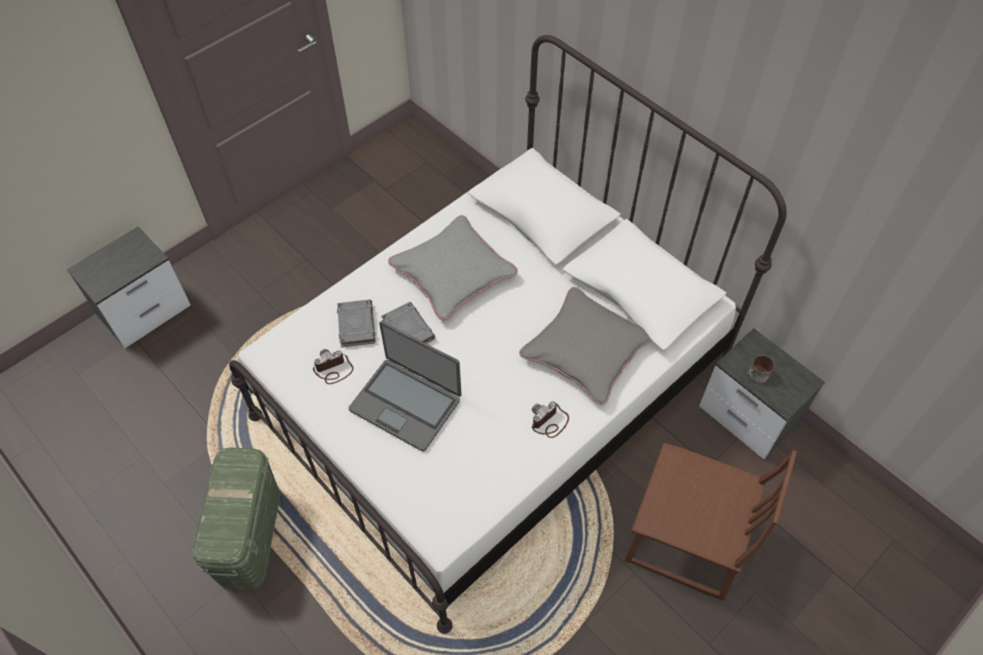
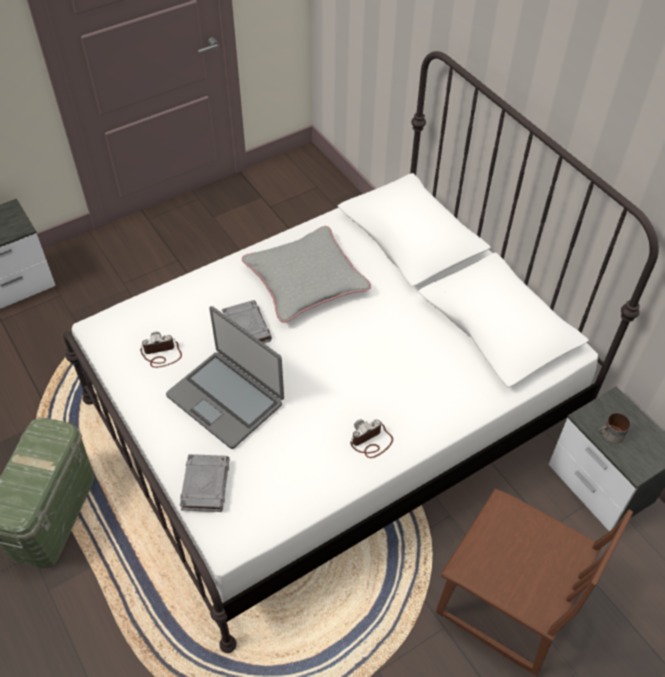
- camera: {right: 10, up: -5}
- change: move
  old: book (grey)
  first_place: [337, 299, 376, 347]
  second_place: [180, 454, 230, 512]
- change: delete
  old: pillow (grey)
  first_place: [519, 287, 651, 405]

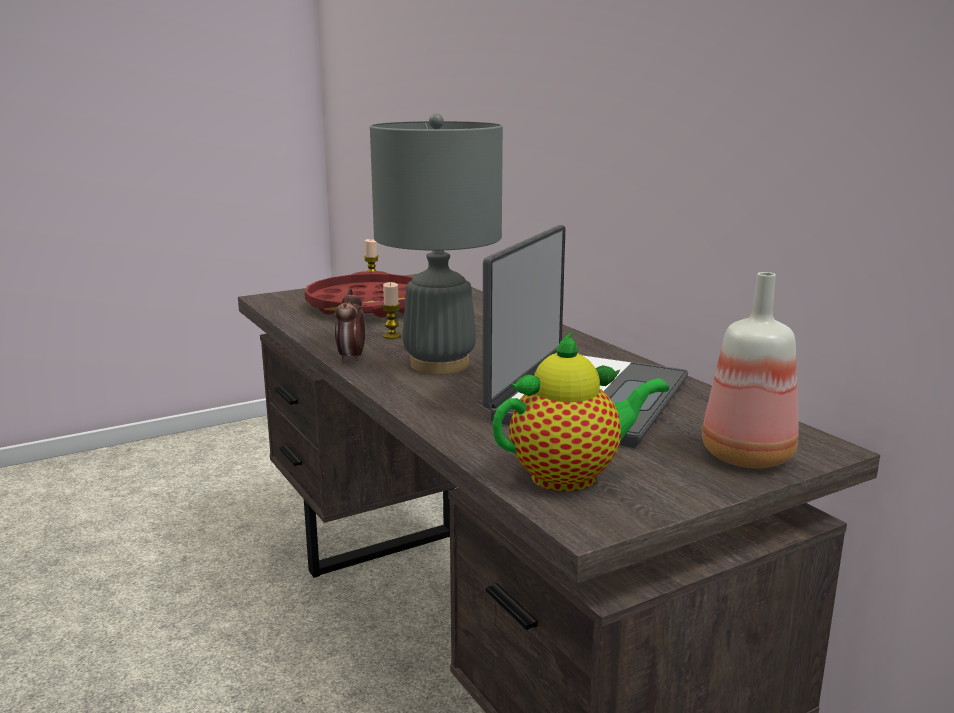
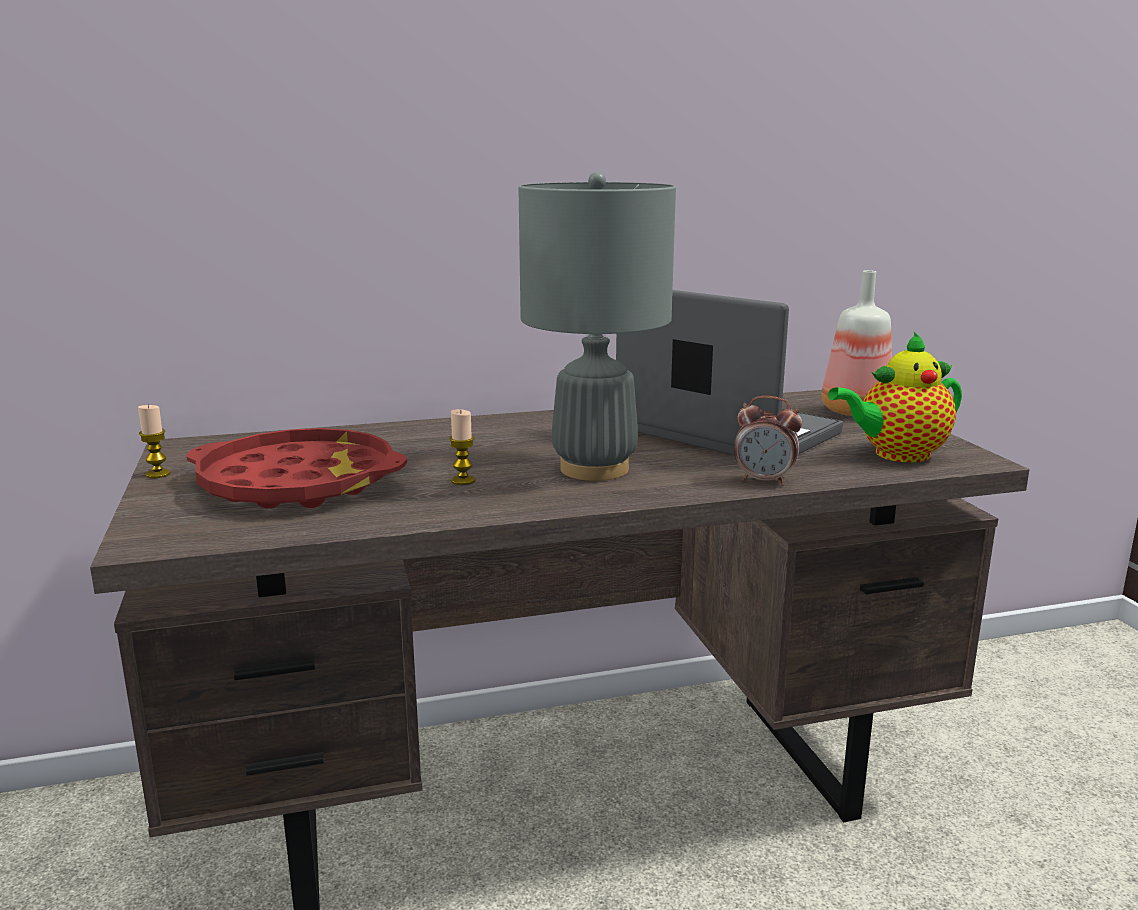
- camera: {right: -75, up: 0}
- change: move
  old: alarm clock
  first_place: [335, 288, 365, 363]
  second_place: [734, 396, 802, 486]
- change: rotate
  old: teapot
  first_place: [492, 331, 669, 491]
  second_place: [828, 332, 962, 463]
  degrees: -105

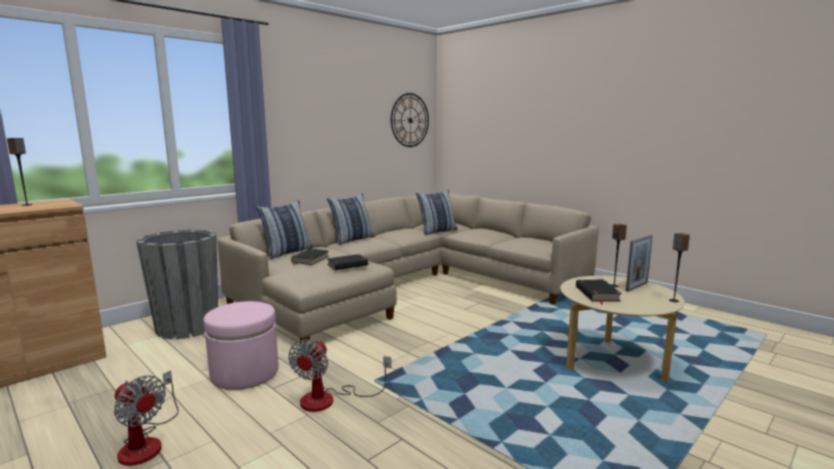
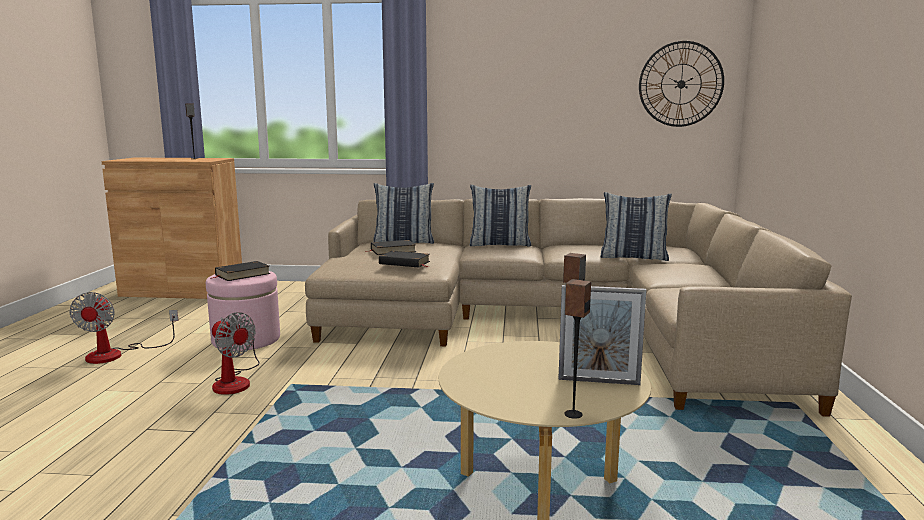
- camera: {right: 50, up: 0}
- change: move
  old: book (black)
  first_place: [576, 280, 622, 304]
  second_place: [210, 261, 271, 281]
- change: rotate
  old: fan
  first_place: [288, 339, 391, 412]
  second_place: [212, 312, 260, 395]
  degrees: -120
- change: delete
  old: planter (grey)
  first_place: [136, 229, 218, 339]

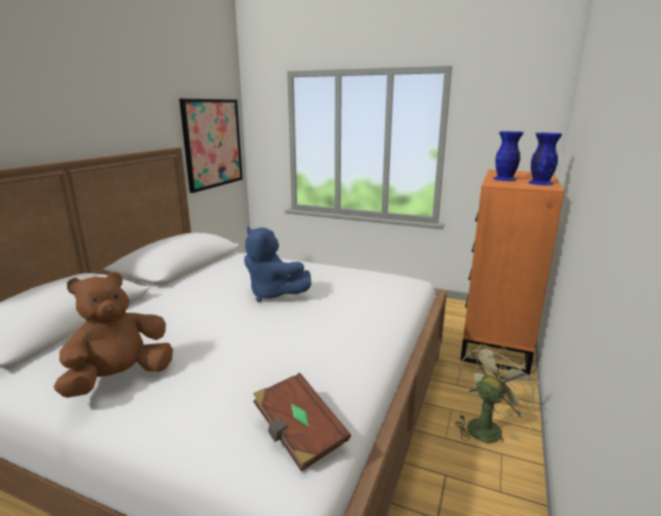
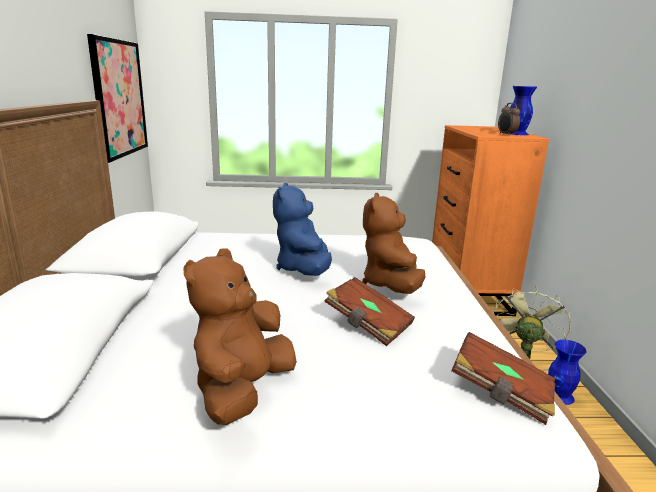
- camera: {right: -25, up: 0}
- change: rotate
  old: plush toy (blue)
  first_place: [244, 227, 311, 302]
  second_place: [273, 183, 332, 276]
  degrees: 75
- change: insert
  new: book (brown)
  second_place: [324, 277, 415, 346]
- change: insert
  new: plush toy (brown)
  second_place: [362, 193, 425, 294]
- change: insert
  new: alarm clock
  second_place: [498, 103, 520, 136]
- change: move
  old: vase (blue)
  first_place: [493, 131, 524, 181]
  second_place: [548, 340, 587, 405]

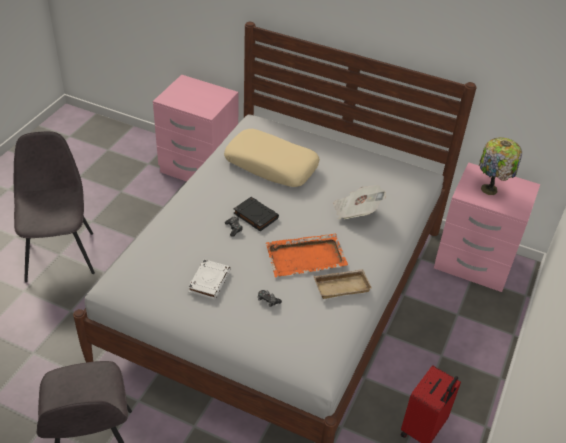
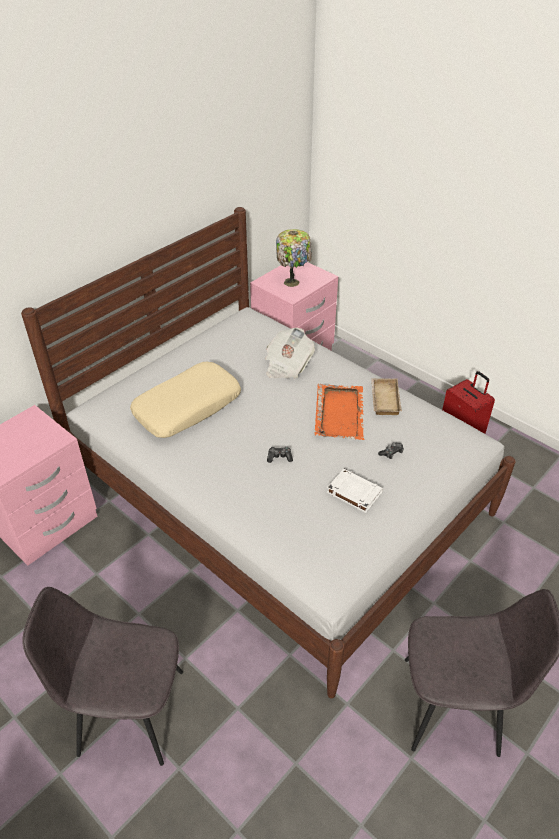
- camera: {right: -70, up: 0}
- change: delete
  old: book (black)
  first_place: [233, 197, 279, 231]

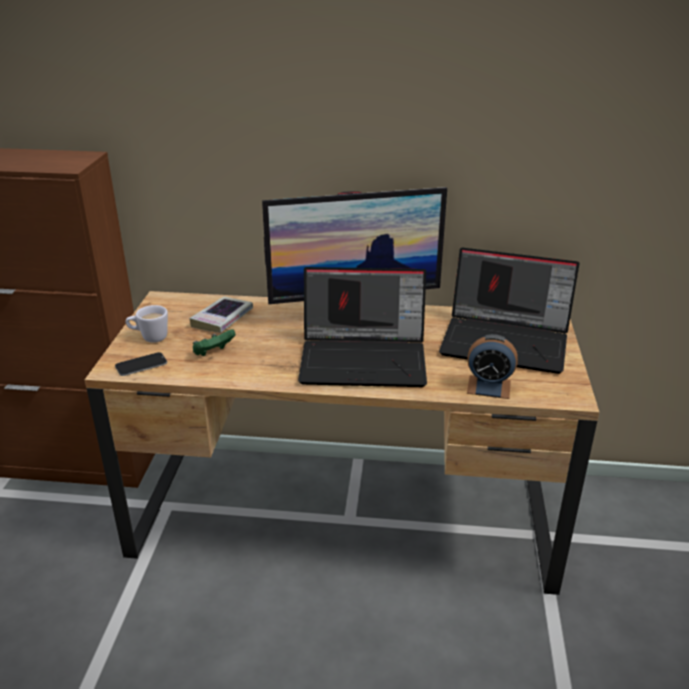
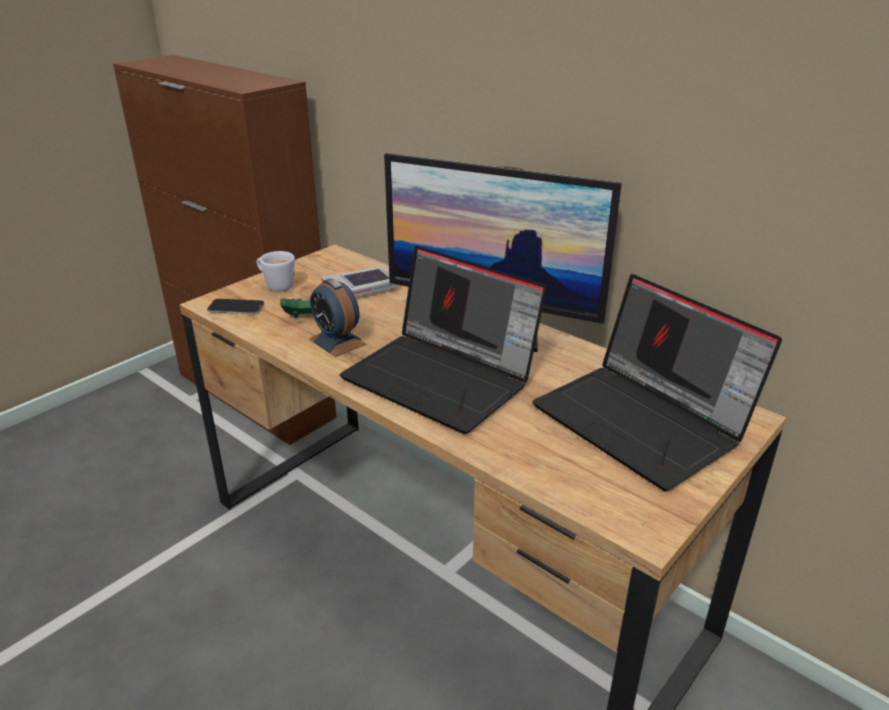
- camera: {right: 35, up: 0}
- change: move
  old: alarm clock
  first_place: [467, 334, 518, 399]
  second_place: [309, 279, 366, 357]

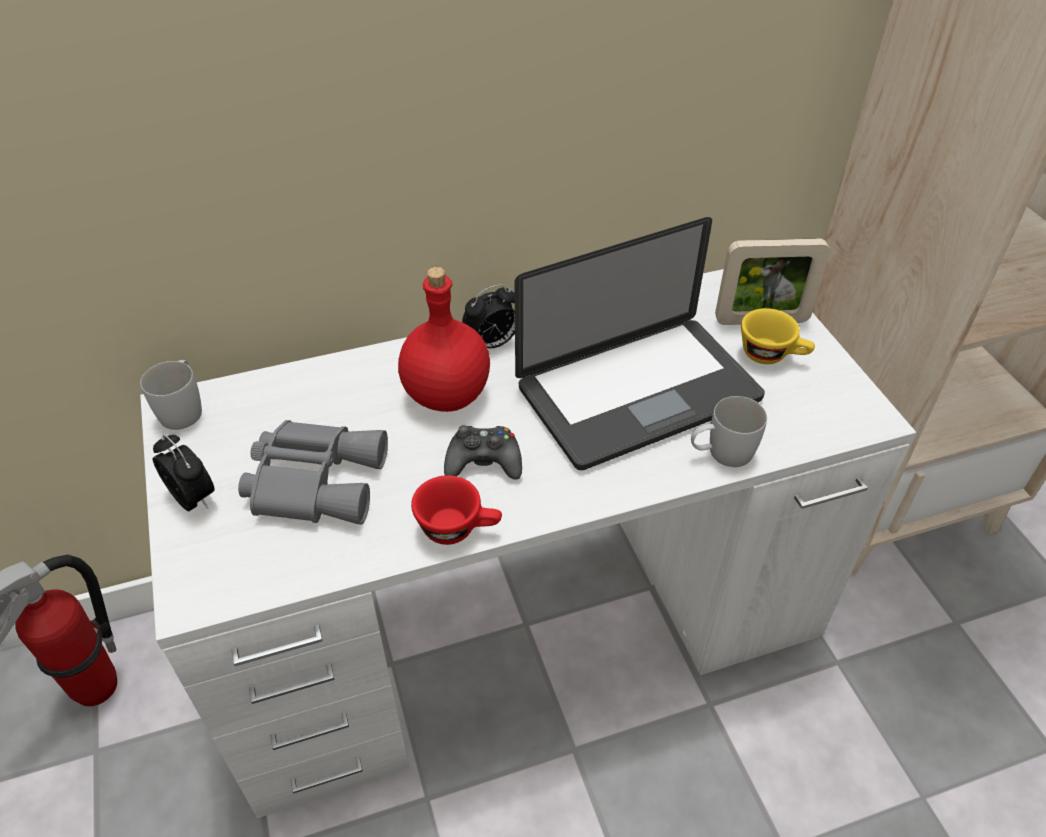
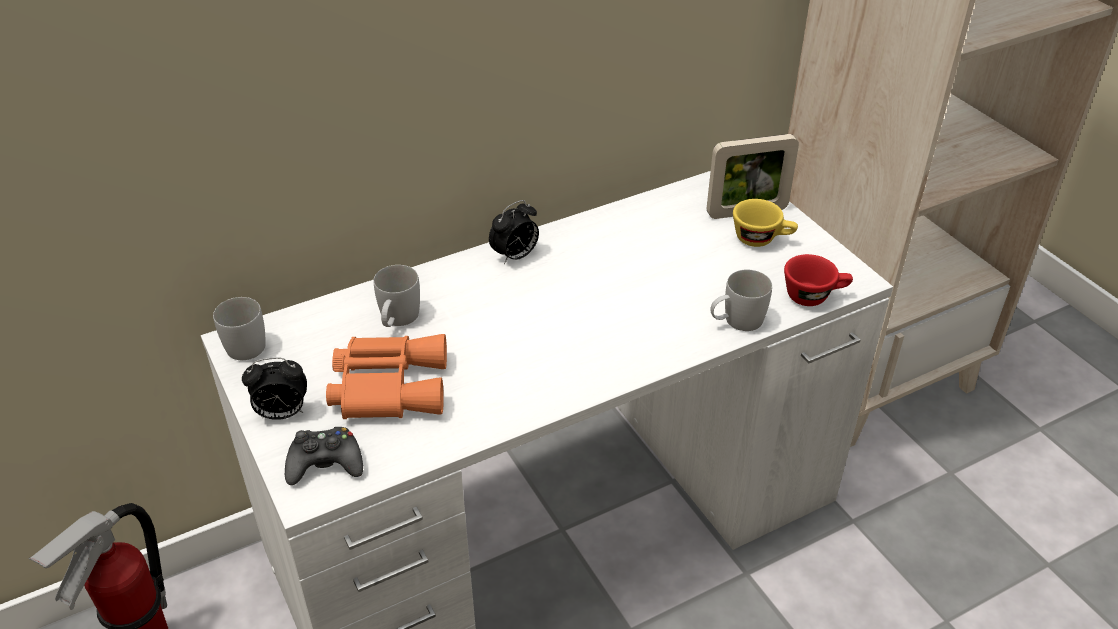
- camera: {right: -10, up: -5}
- change: rotate
  old: alarm clock
  first_place: [153, 434, 215, 511]
  second_place: [242, 357, 307, 420]
  degrees: 135
- change: move
  old: game controller (black)
  first_place: [444, 425, 522, 480]
  second_place: [285, 427, 363, 485]
- change: recolor
  old: binoculars (grey)
  new: binoculars (orange)
  first_place: [238, 420, 388, 524]
  second_place: [326, 334, 447, 419]
- change: insert
  new: mug (white)
  second_place: [374, 265, 420, 327]
- change: move
  old: cup (red)
  first_place: [411, 475, 502, 545]
  second_place: [784, 254, 853, 306]
- change: delete
  old: bottle (red)
  first_place: [398, 267, 490, 412]
- change: delete
  old: laptop
  first_place: [515, 217, 765, 470]

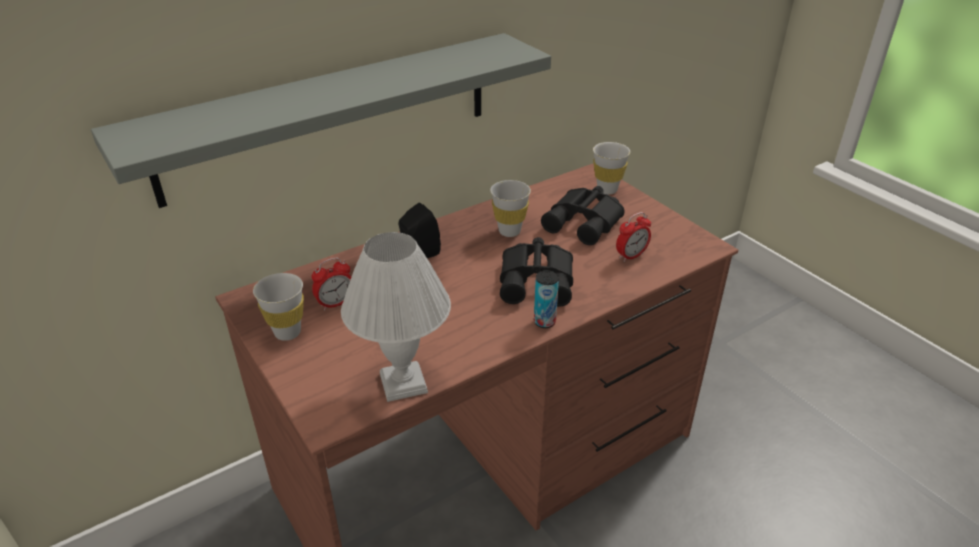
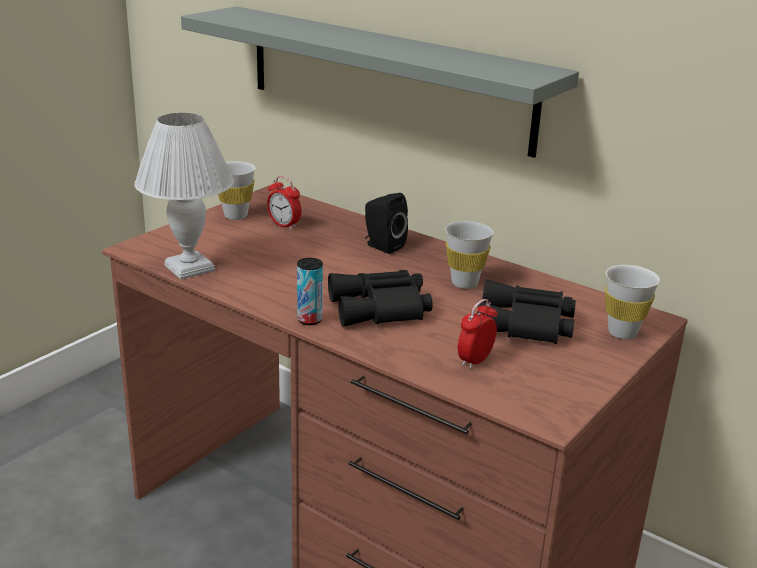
- camera: {right: 70, up: -10}
- change: rotate
  old: alarm clock
  first_place: [616, 212, 651, 262]
  second_place: [458, 299, 497, 369]
  degrees: 90

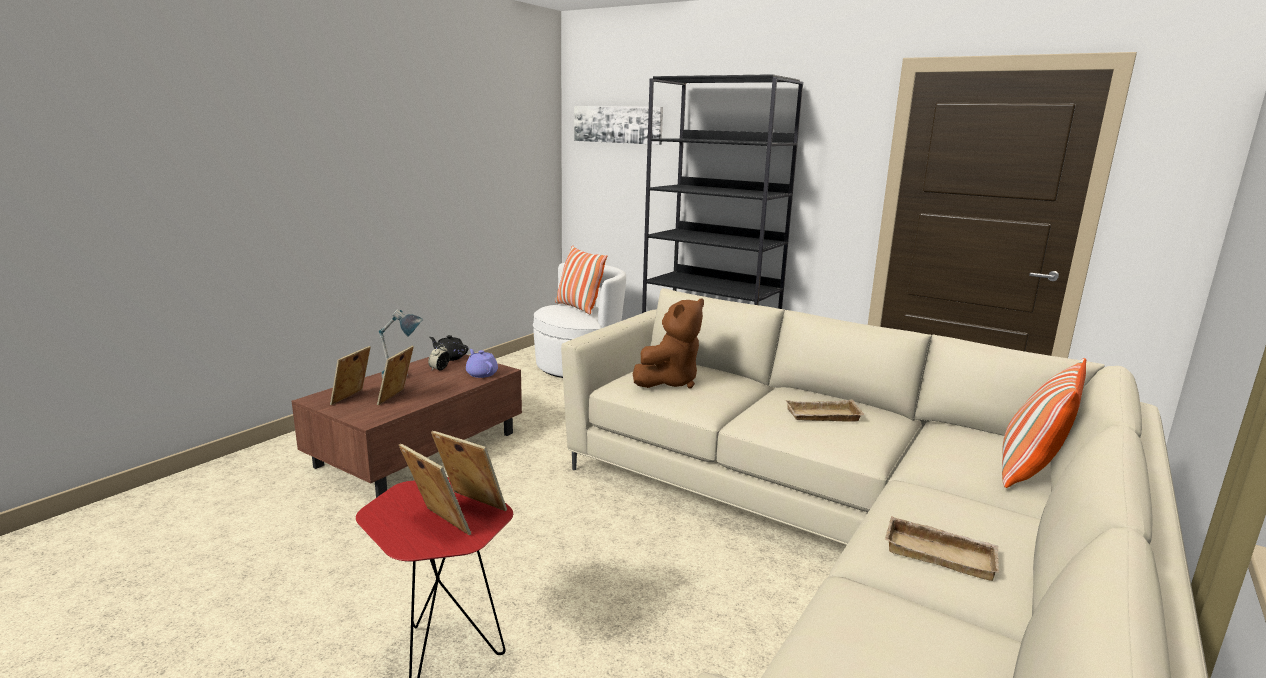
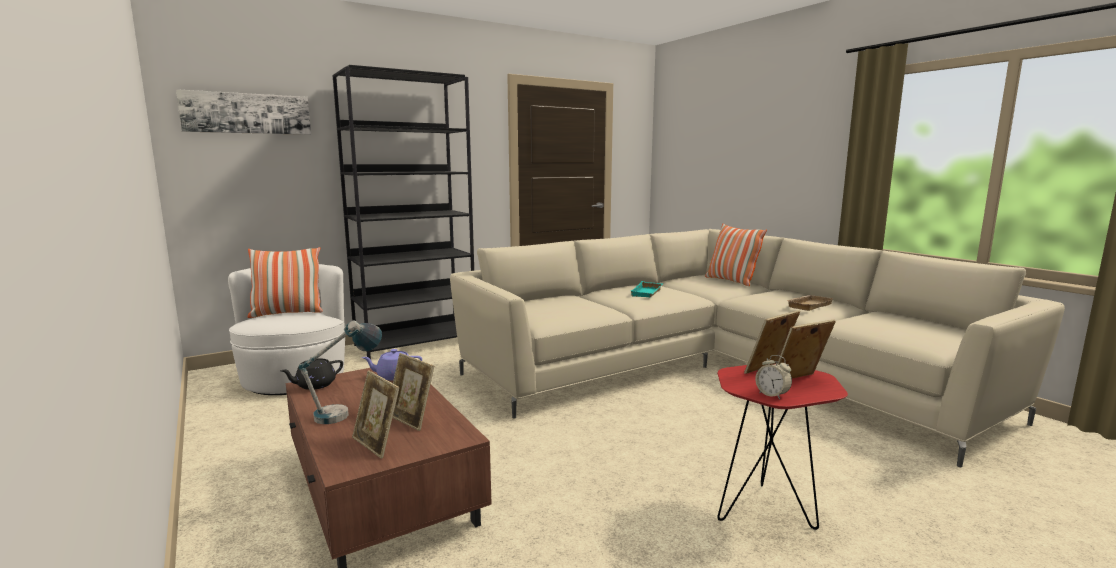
- camera: {right: -65, up: -5}
- change: recolor
  old: tray (beige)
  new: tray (turquoise)
  first_place: [786, 399, 865, 422]
  second_place: [631, 281, 663, 297]
- change: move
  old: alarm clock
  first_place: [428, 344, 450, 371]
  second_place: [755, 355, 792, 400]
- change: delete
  old: plush toy (brown)
  first_place: [633, 298, 704, 388]

